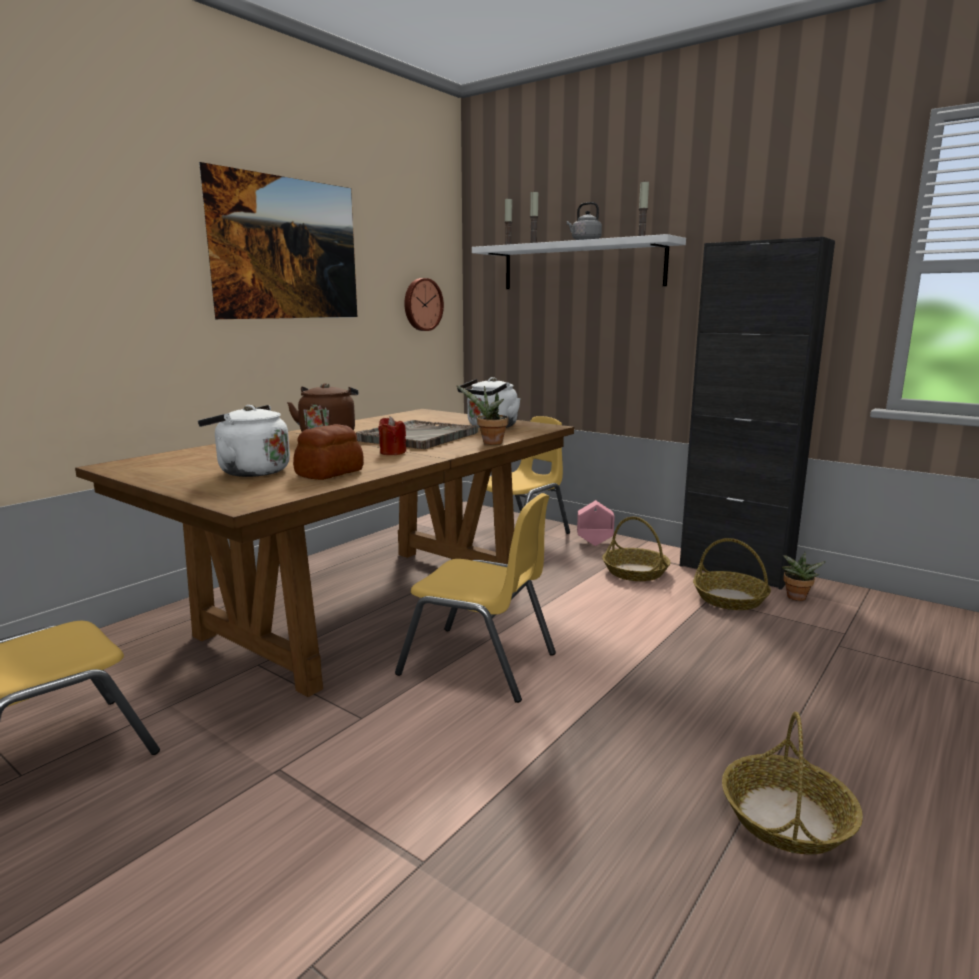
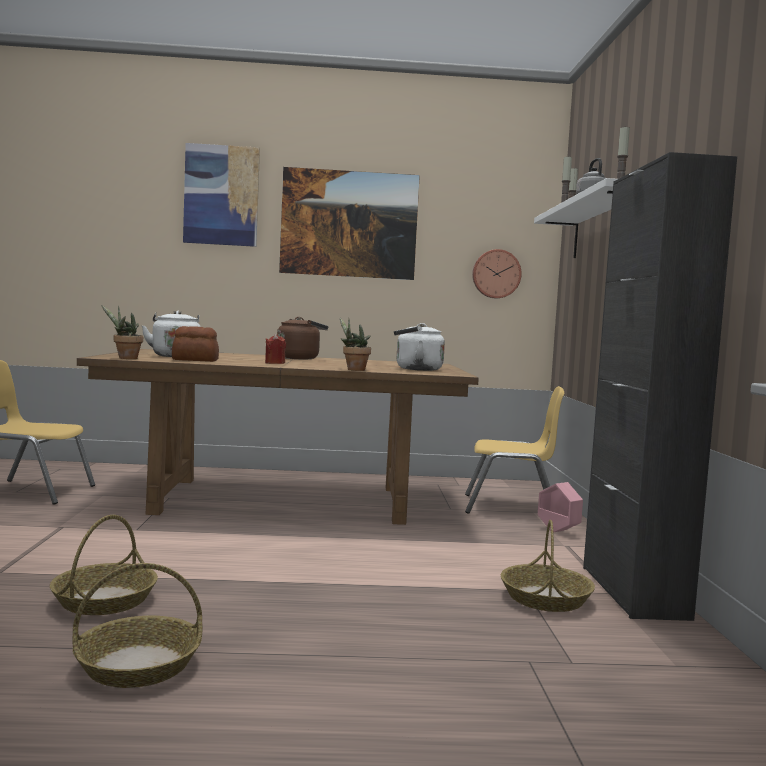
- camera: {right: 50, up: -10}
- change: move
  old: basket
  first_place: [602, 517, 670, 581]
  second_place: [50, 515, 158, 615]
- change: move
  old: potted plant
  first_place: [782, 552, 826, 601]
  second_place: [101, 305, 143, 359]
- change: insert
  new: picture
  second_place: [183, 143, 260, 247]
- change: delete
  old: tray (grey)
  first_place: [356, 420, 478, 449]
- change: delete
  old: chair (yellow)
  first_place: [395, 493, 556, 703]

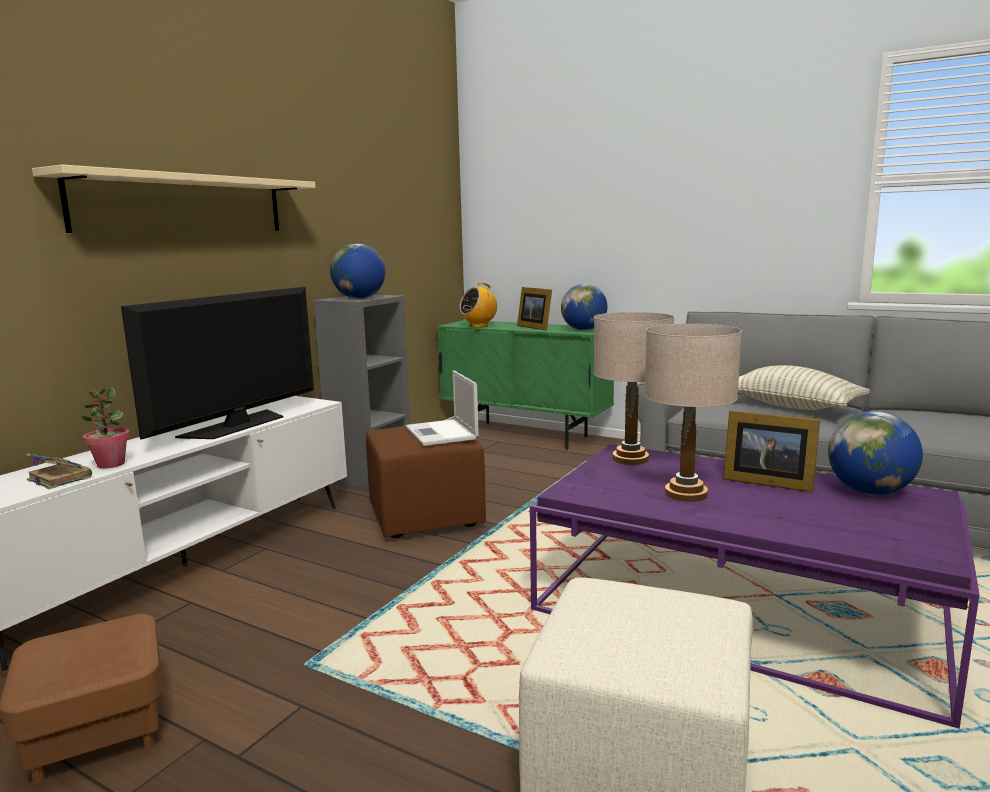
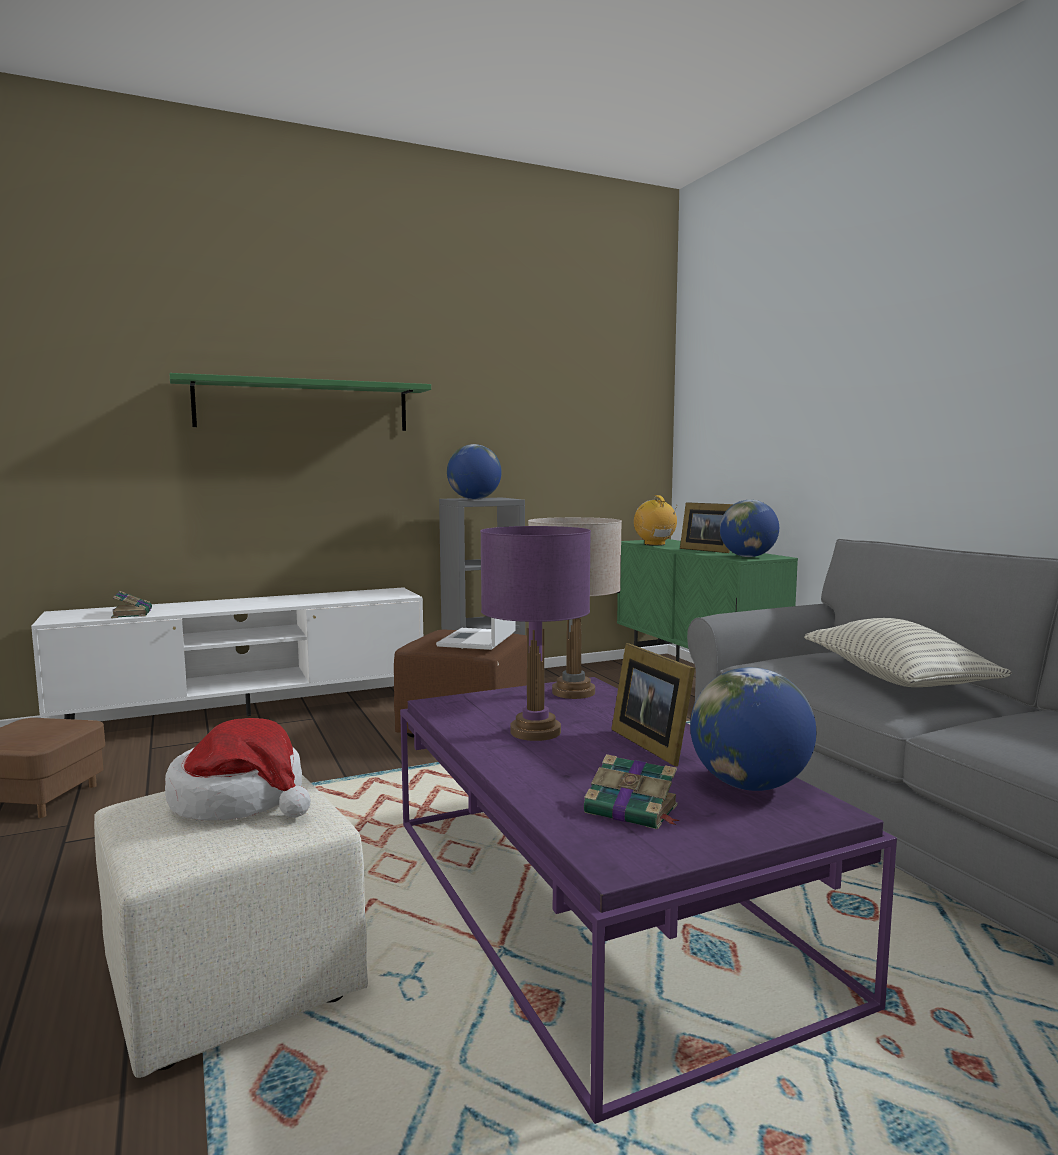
- camera: {right: 35, up: -5}
- change: insert
  new: hat
  second_place: [165, 718, 311, 820]
- change: recolor
  old: shelf (beige)
  new: shelf (green)
  first_place: [32, 164, 316, 233]
  second_place: [169, 373, 431, 431]
- change: recolor
  old: table lamp (beige)
  new: table lamp (purple)
  first_place: [644, 324, 742, 502]
  second_place: [480, 526, 591, 741]
- change: insert
  new: book
  second_place: [584, 754, 679, 829]
- change: rotate
  old: radio
  first_place: [460, 283, 497, 328]
  second_place: [634, 495, 677, 546]
  degrees: 75
- change: rotate
  old: picture frame
  first_place: [517, 287, 552, 331]
  second_place: [680, 502, 733, 553]
  degrees: -45
- change: delete
  old: potted plant
  first_place: [81, 387, 130, 469]
- change: delete
  old: television
  first_place: [121, 287, 314, 439]

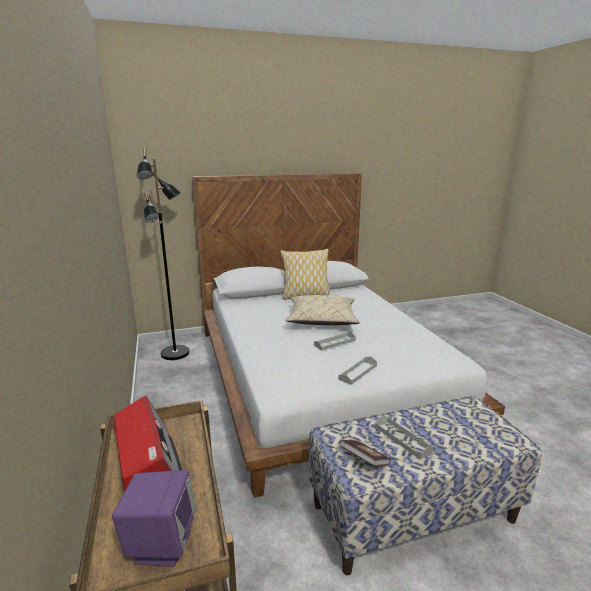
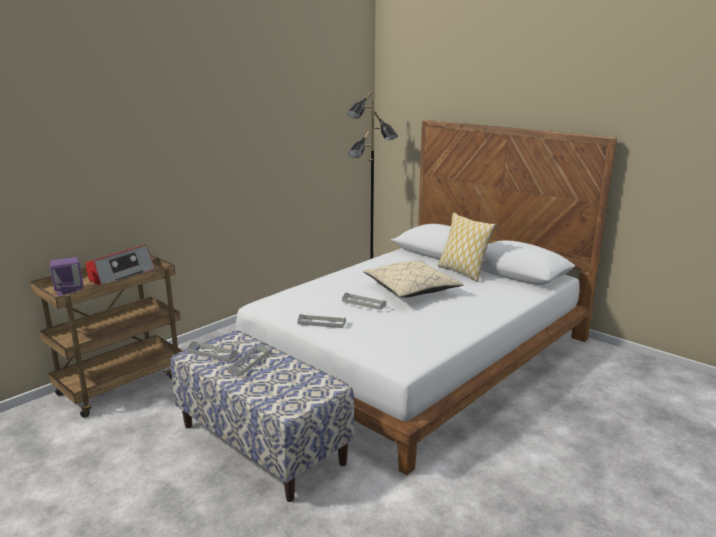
- camera: {right: 60, up: 0}
- change: replace
  old: book
  new: tray (grey)
  first_place: [340, 440, 391, 466]
  second_place: [187, 341, 238, 362]

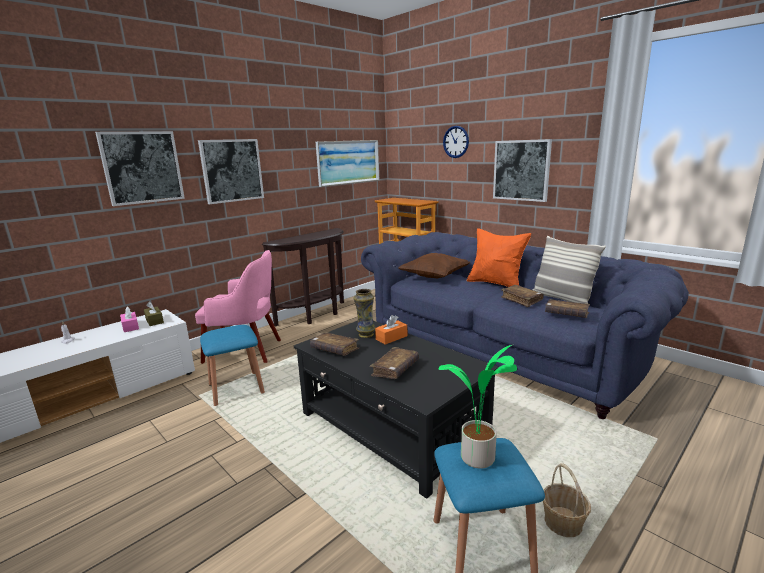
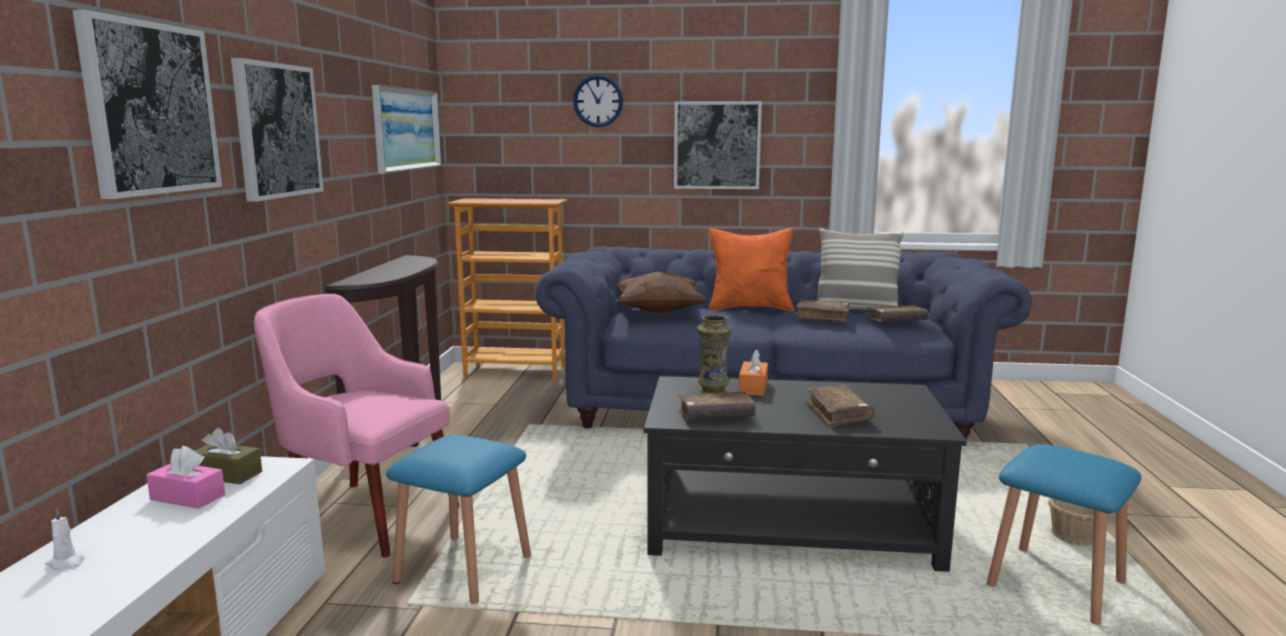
- camera: {right: -40, up: -5}
- change: rotate
  old: armchair (pink)
  first_place: [195, 250, 281, 364]
  second_place: [254, 294, 460, 557]
  degrees: -120
- change: delete
  old: potted plant
  first_place: [439, 344, 517, 469]

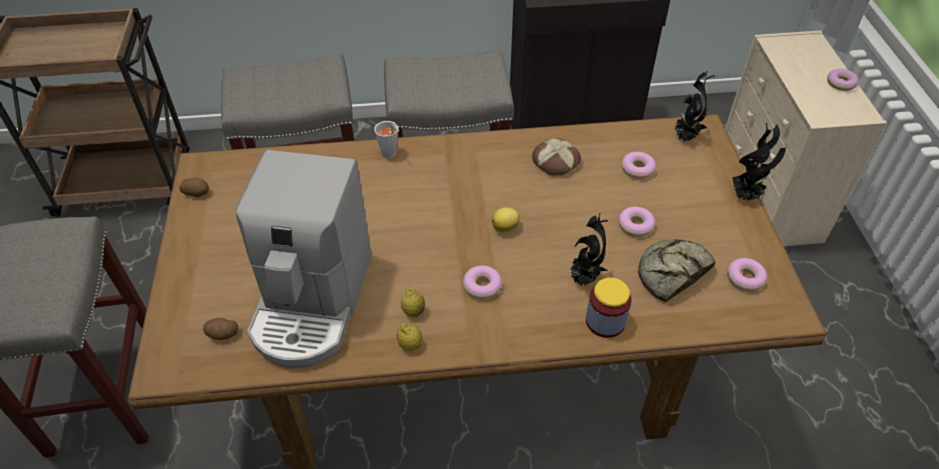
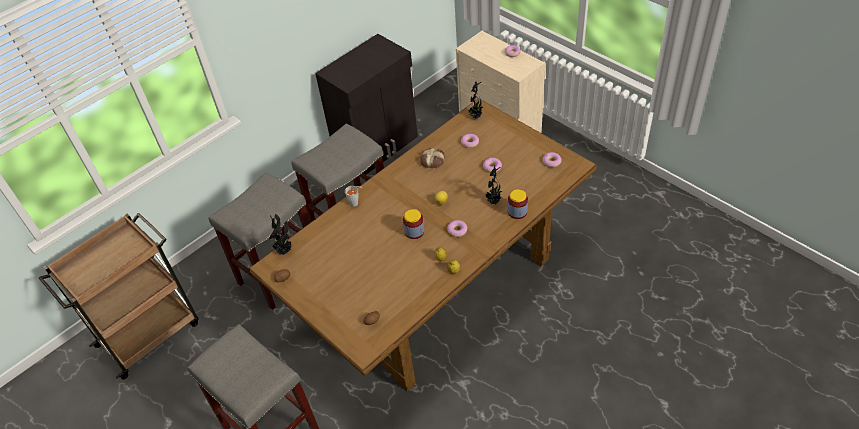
- camera: {right: -35, up: 0}
- change: move
  old: potted plant
  first_place: [732, 123, 786, 200]
  second_place: [269, 214, 292, 255]
- change: insert
  new: jar
  second_place: [403, 209, 424, 239]
- change: delete
  old: coffee machine
  first_place: [235, 150, 372, 368]
- change: delete
  old: bread
  first_place: [638, 239, 716, 302]

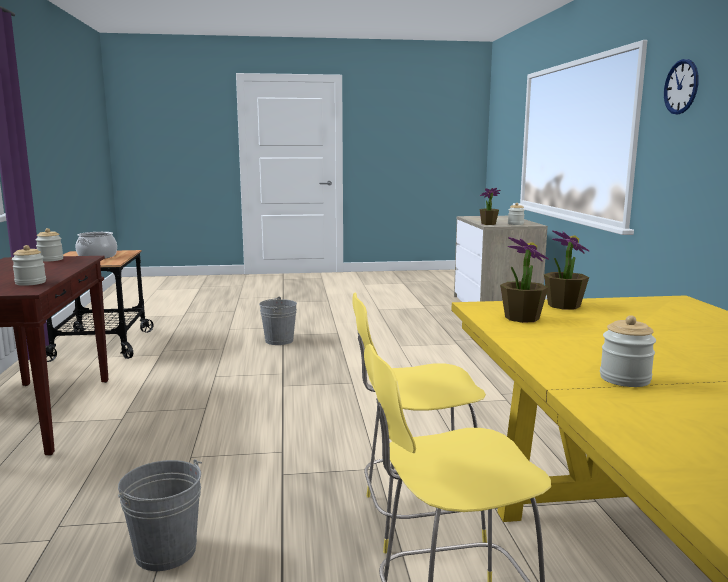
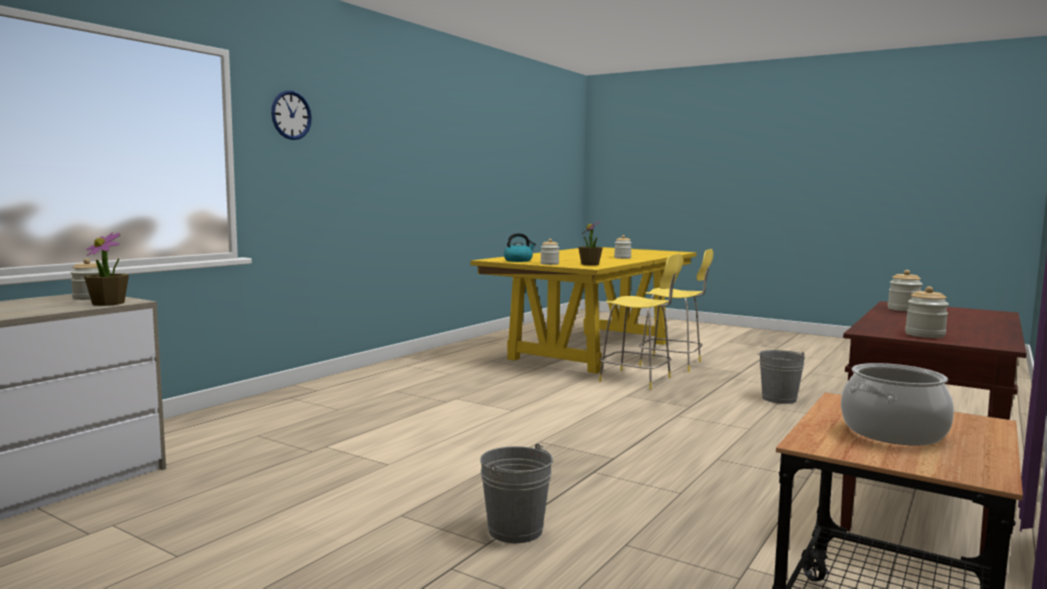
- camera: {right: -140, up: -5}
- change: insert
  new: kettle
  second_place: [504, 233, 536, 262]
- change: replace
  old: potted plant
  new: jar
  first_place: [544, 230, 590, 310]
  second_place: [540, 239, 560, 265]

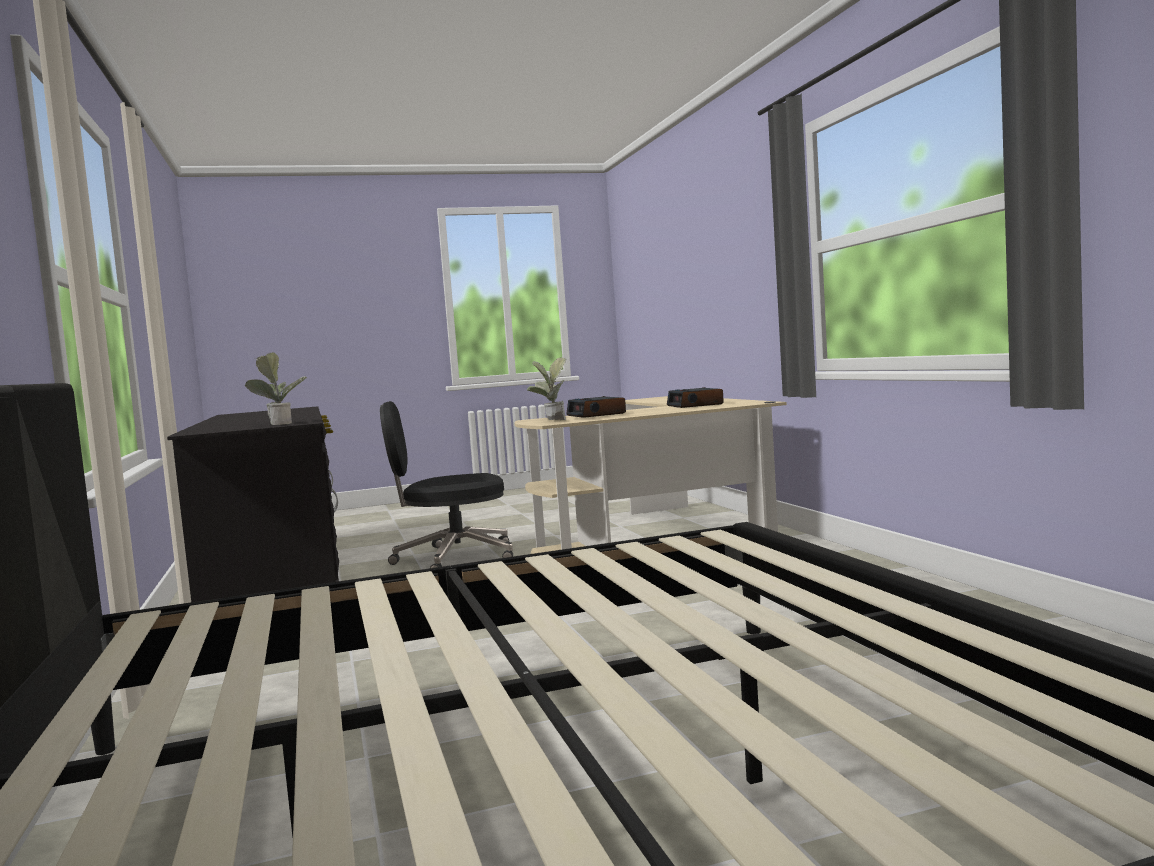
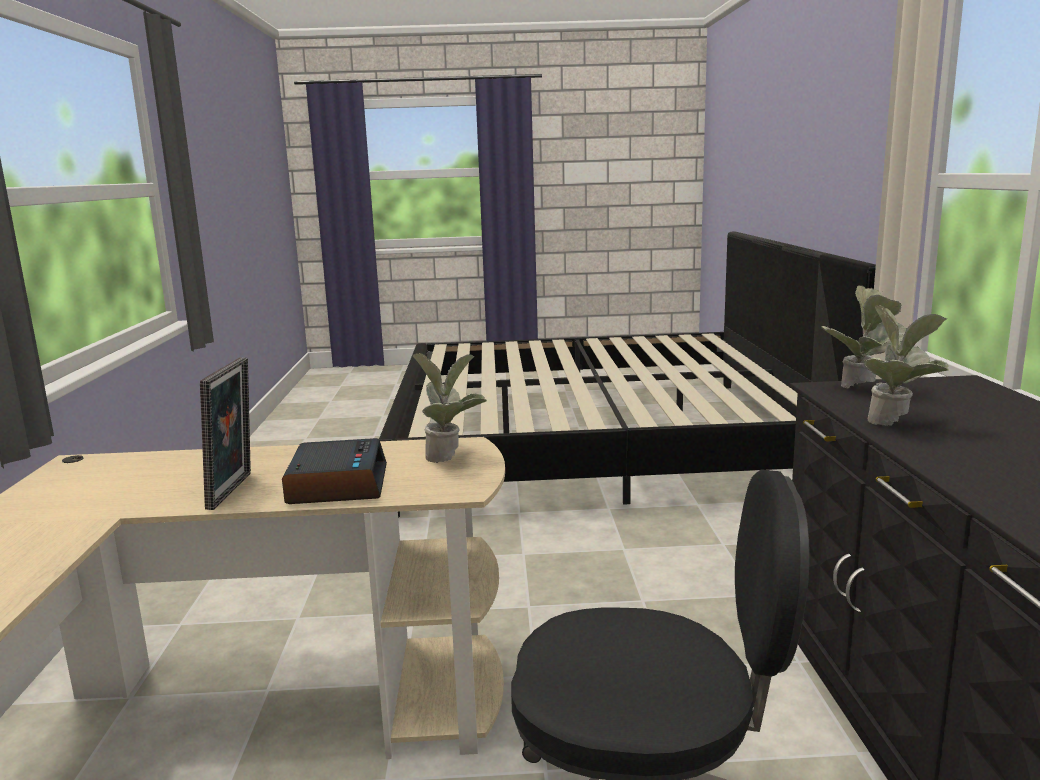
- camera: {right: -165, up: 10}
- change: insert
  new: picture frame
  second_place: [200, 357, 251, 510]
- change: insert
  new: potted plant
  second_place: [864, 305, 949, 426]
- change: delete
  old: alarm clock
  first_place: [667, 387, 724, 408]

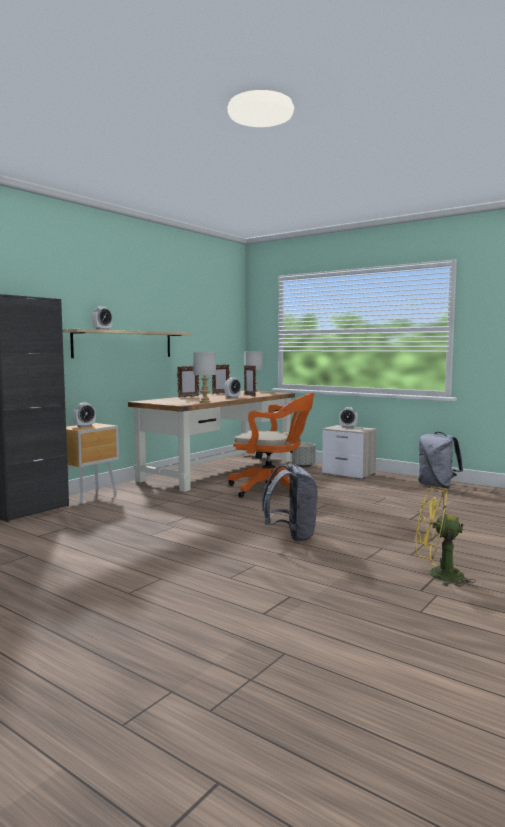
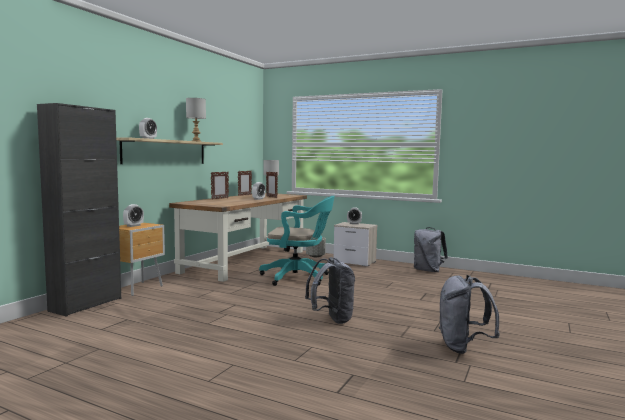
- camera: {right: -10, up: 0}
- change: move
  old: table lamp (grey)
  first_place: [193, 352, 216, 403]
  second_place: [186, 98, 206, 142]
- change: recolor
  old: office chair (orange)
  new: office chair (turquoise)
  first_place: [228, 393, 314, 498]
  second_place: [259, 196, 335, 286]
- change: replace
  old: fan (yellow)
  new: backpack (grey)
  first_place: [415, 487, 476, 587]
  second_place: [439, 275, 500, 354]

